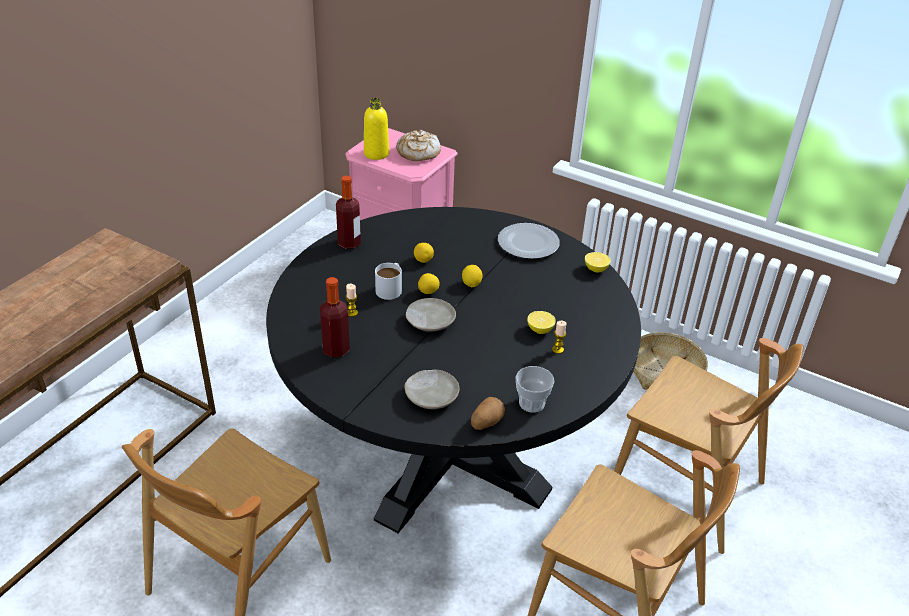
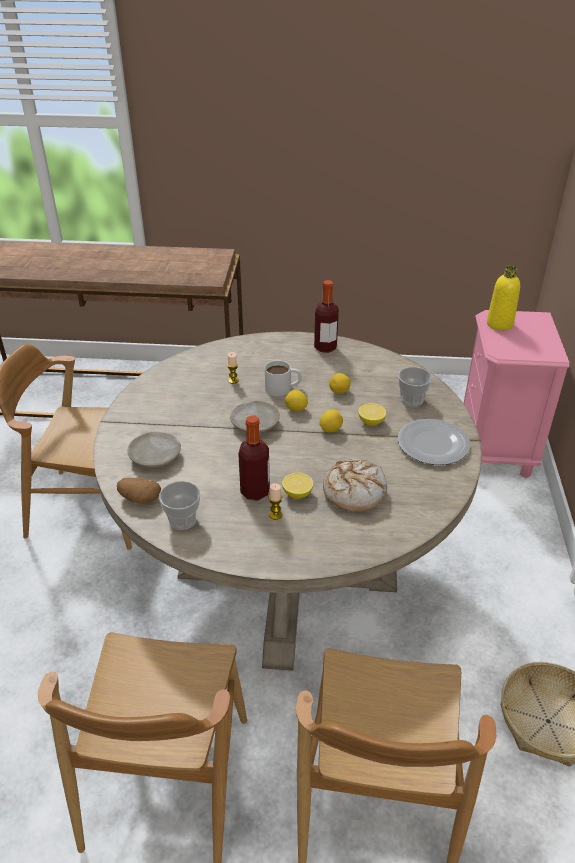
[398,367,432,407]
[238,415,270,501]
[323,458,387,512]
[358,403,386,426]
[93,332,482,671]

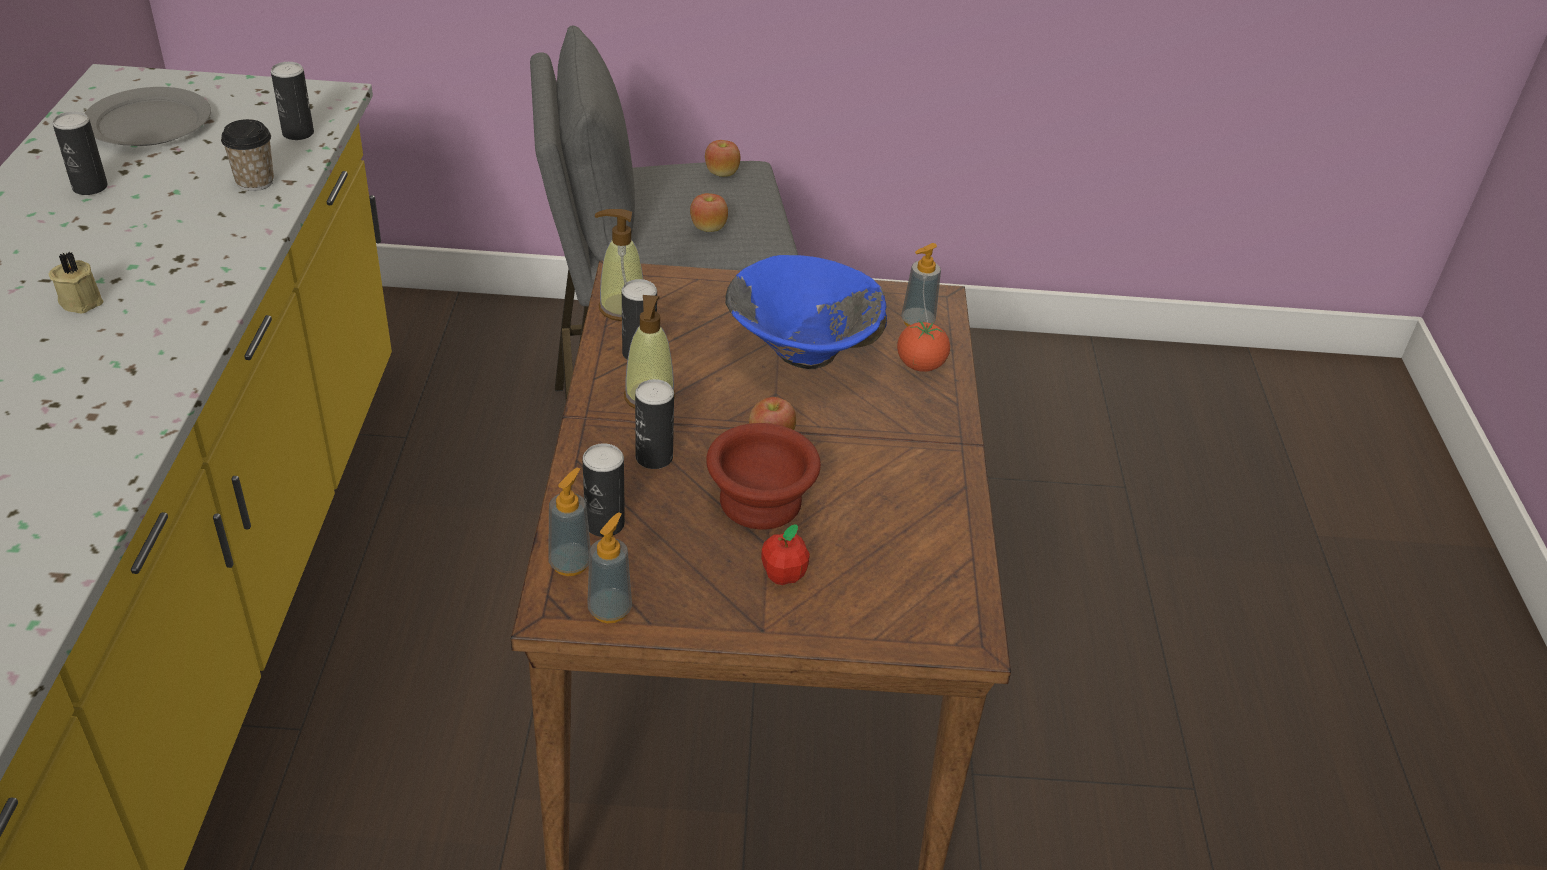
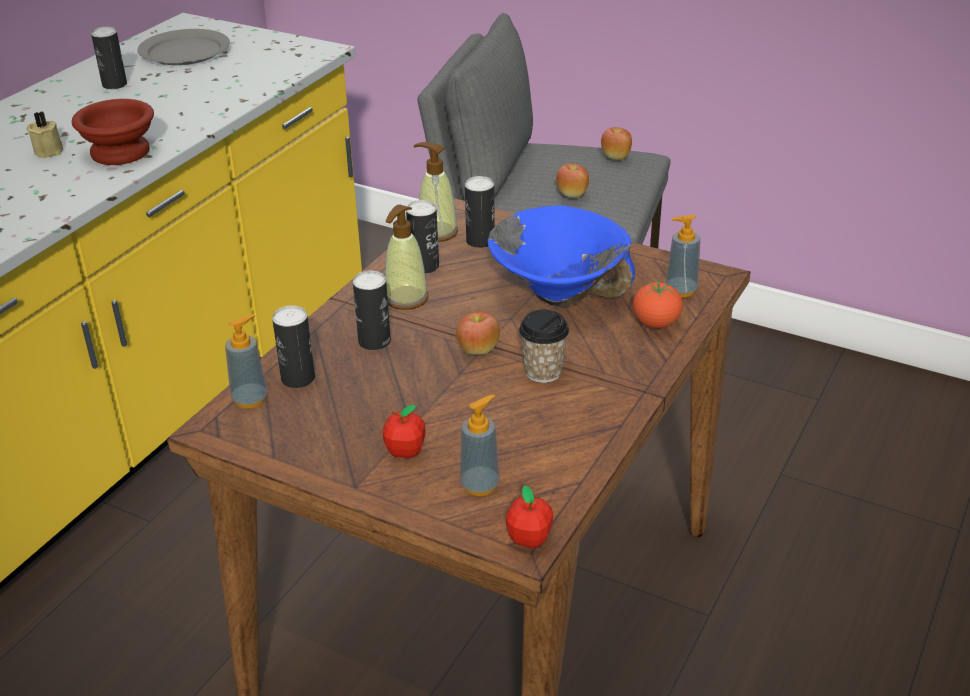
[506,486,553,548]
[519,310,569,383]
[465,176,495,248]
[460,394,500,496]
[72,99,154,165]

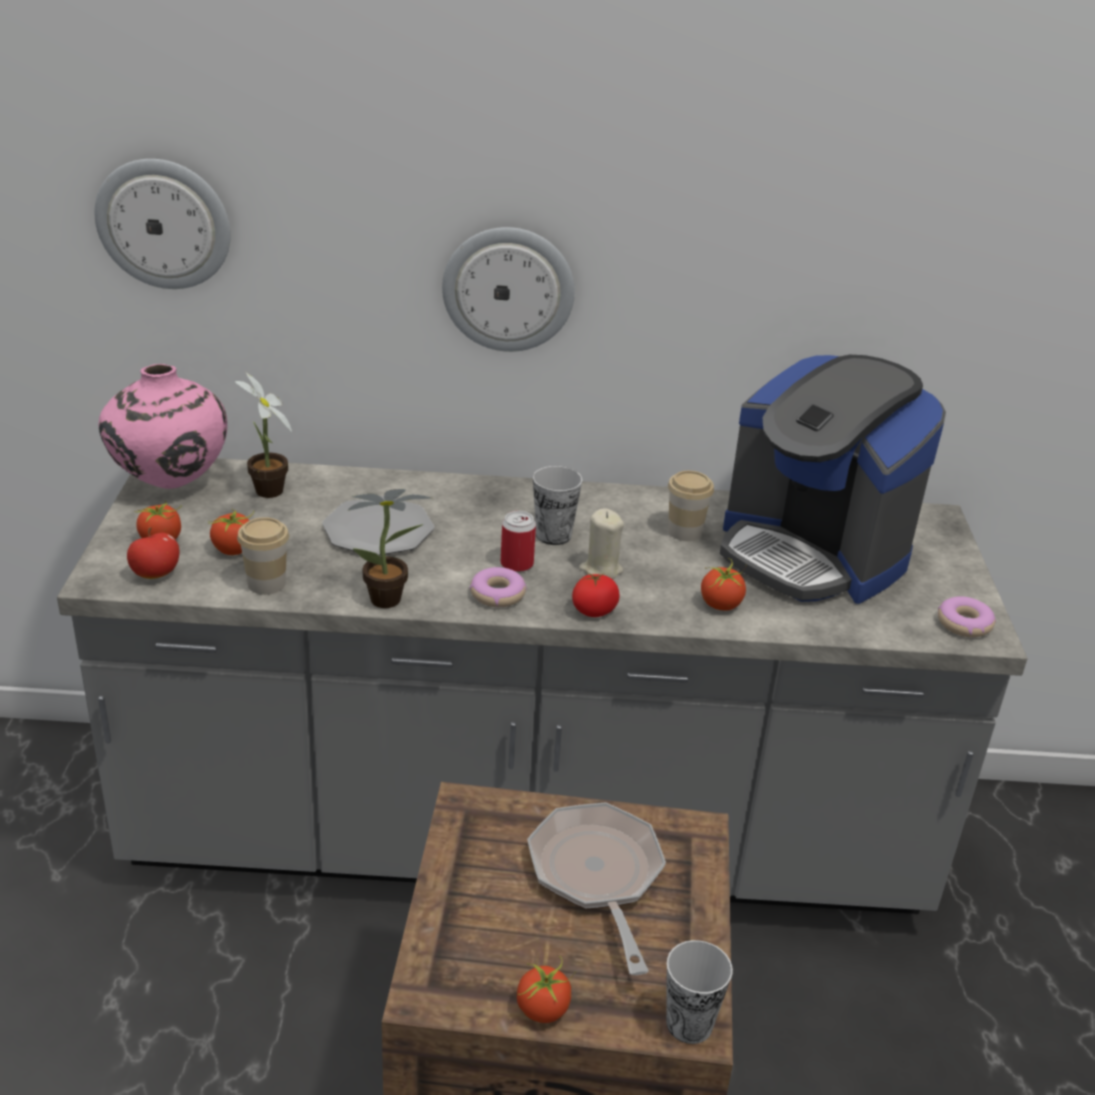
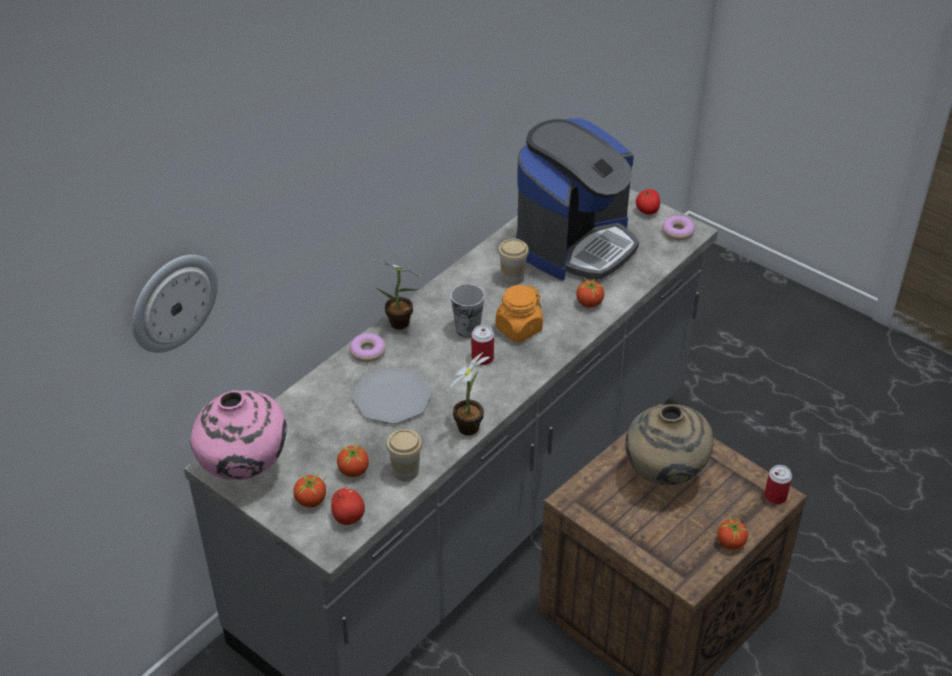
[442,227,575,352] (first image)
[373,259,422,330]
[349,333,386,362]
[636,189,660,215]
[625,404,714,485]
[496,285,543,342]
[764,465,792,504]
[516,118,639,280]

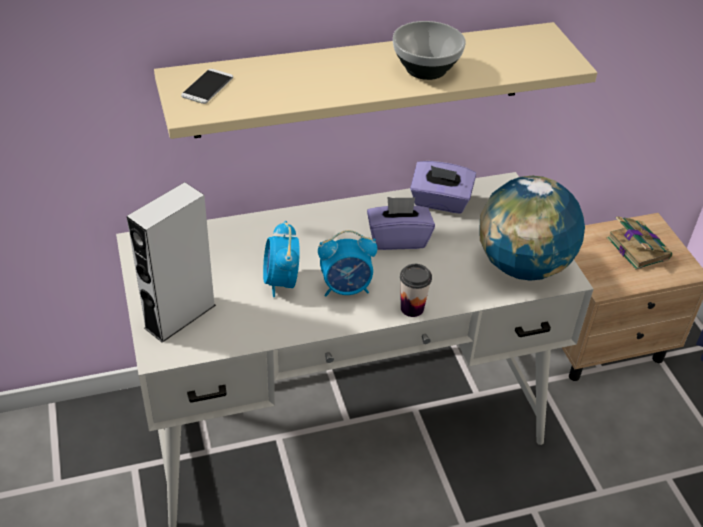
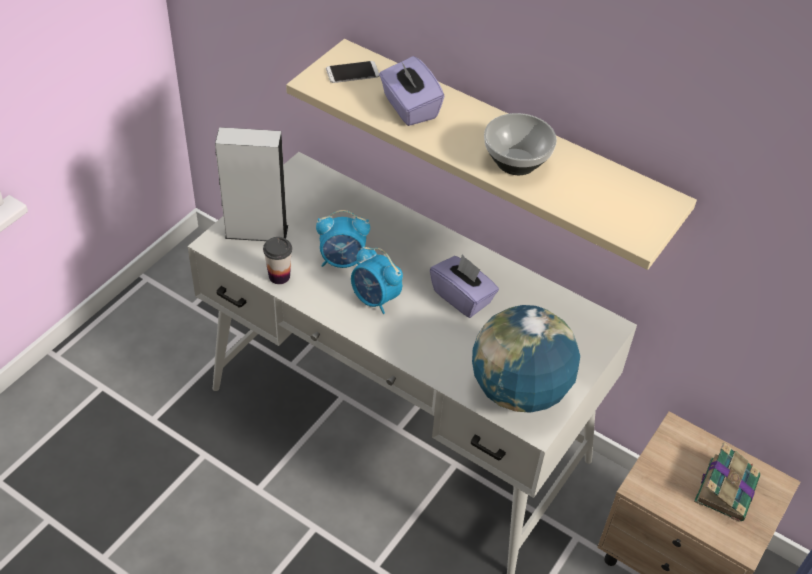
[263,237,292,284]
[379,56,445,126]
[316,210,370,268]

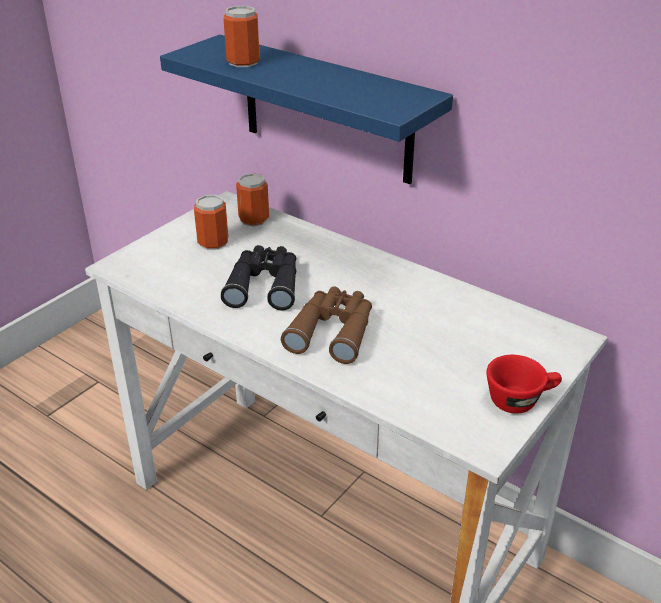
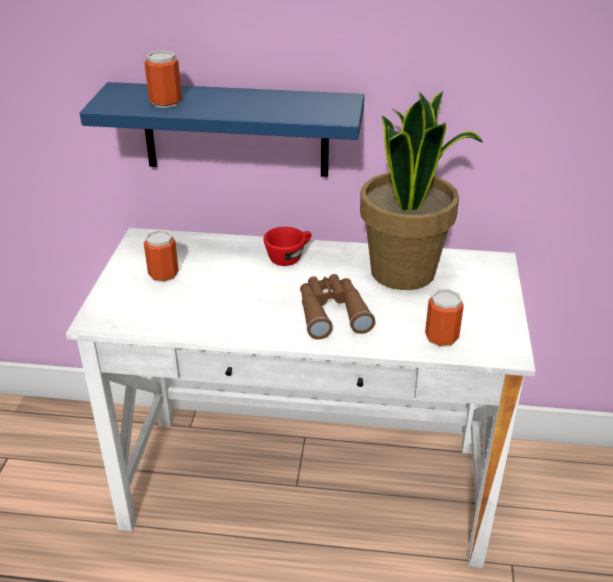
[221,245,296,311] (first image)
[360,92,483,290]
[425,289,464,347]
[263,227,312,266]

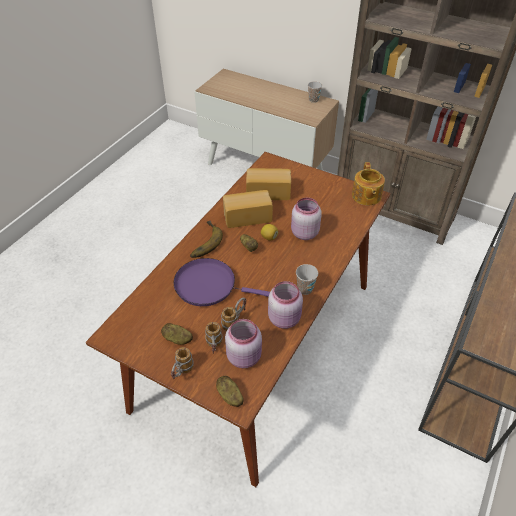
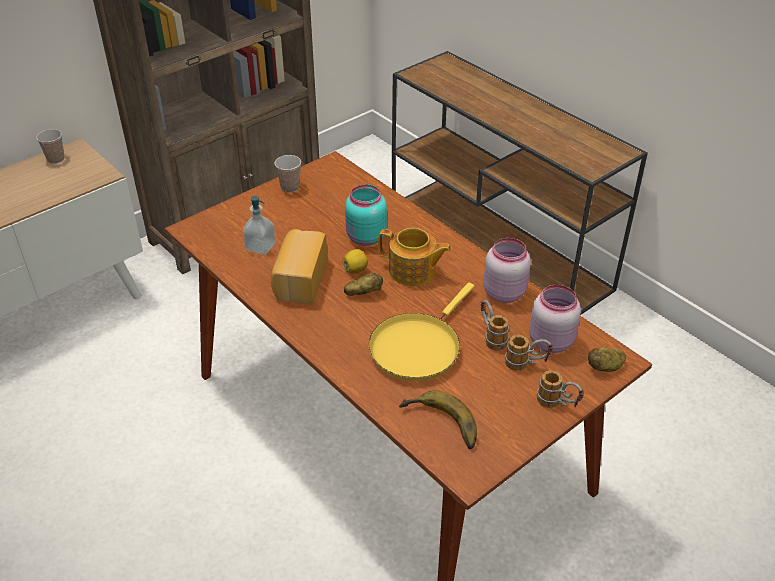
[161,323,193,345] (first image)
[399,390,477,449]
[275,155,301,193]
[378,228,452,286]
[243,196,275,255]
[369,283,475,381]
[345,184,387,246]

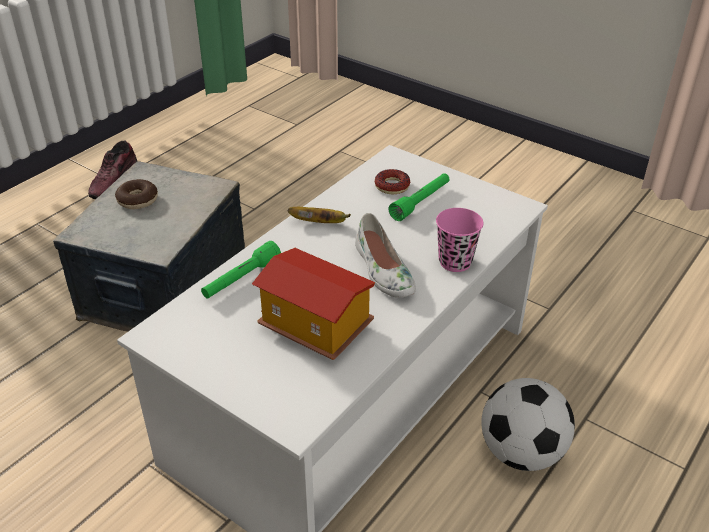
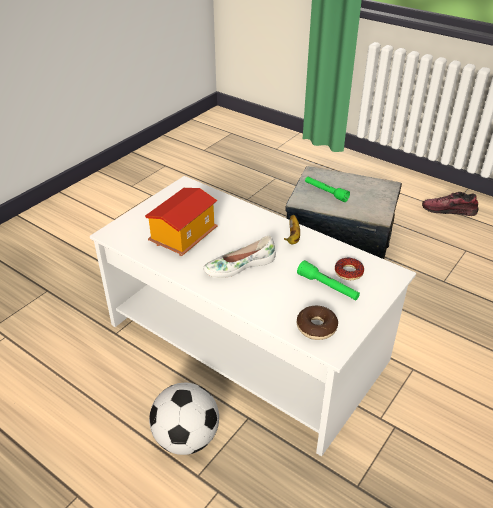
[436,208,483,272] (first image)
[297,306,338,340]
[305,176,350,202]

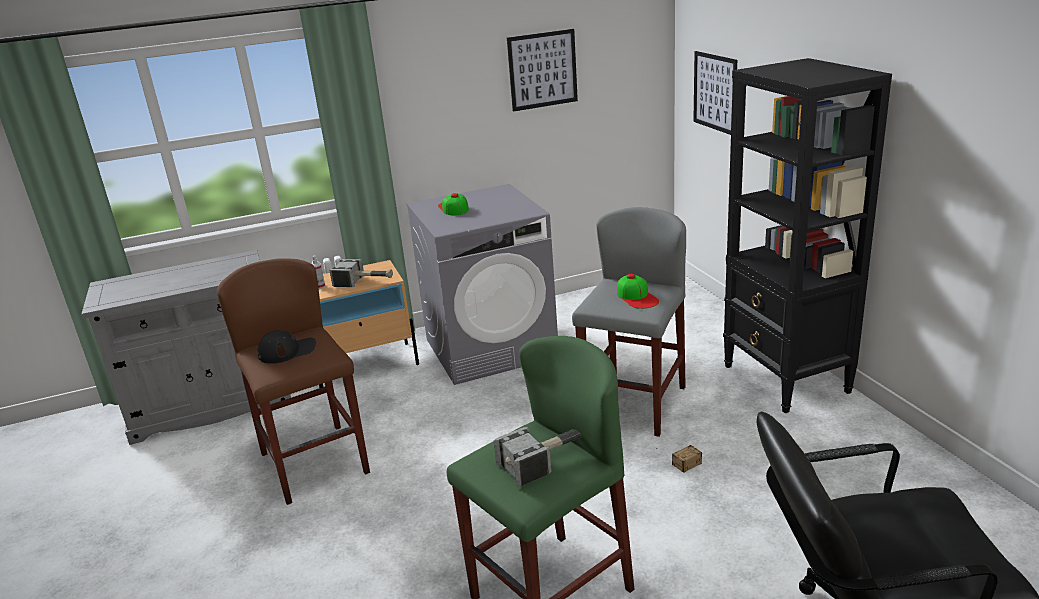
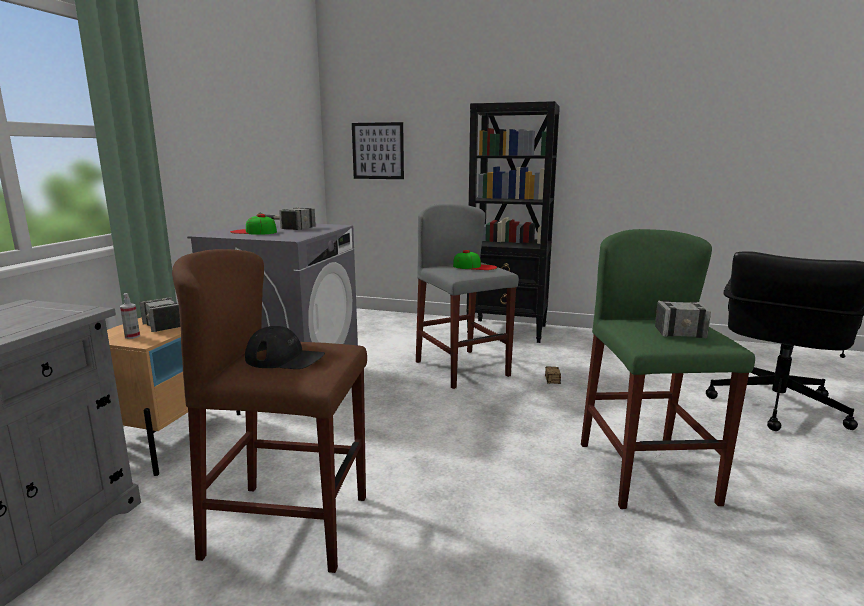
[507,29,578,112] (first image)
[256,208,316,230]
[245,326,325,369]

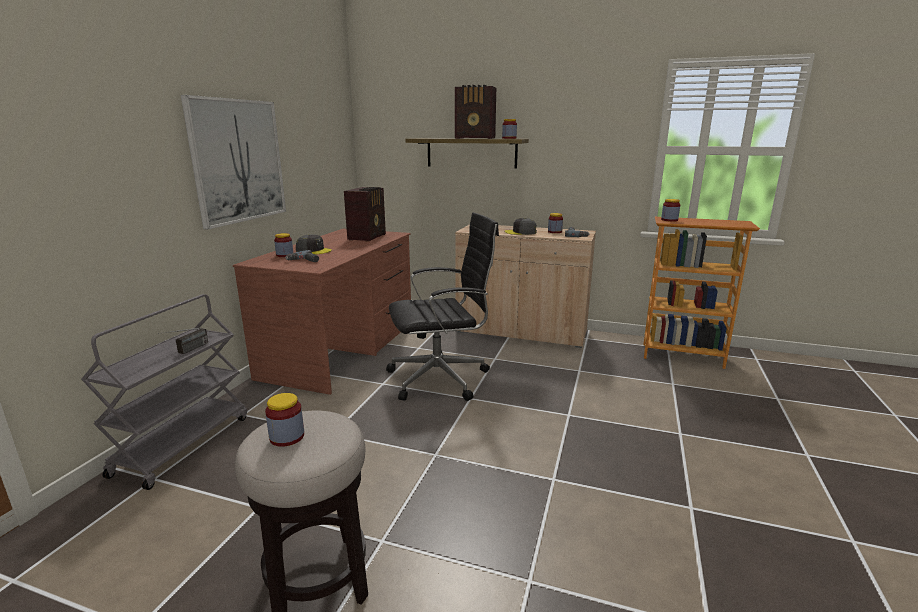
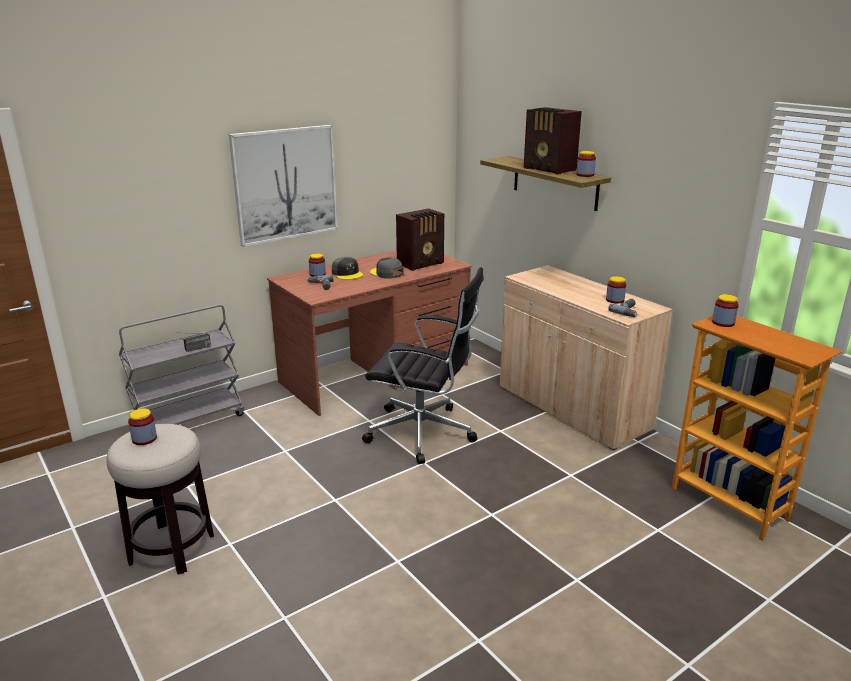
[370,257,404,279]

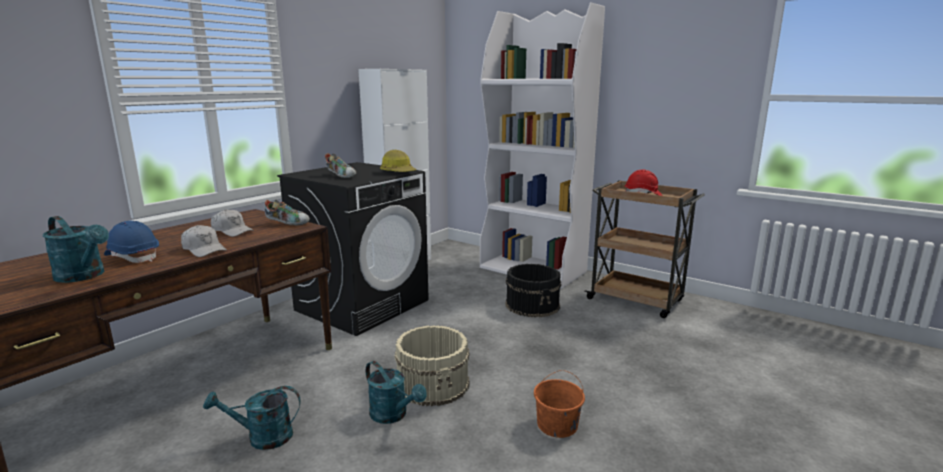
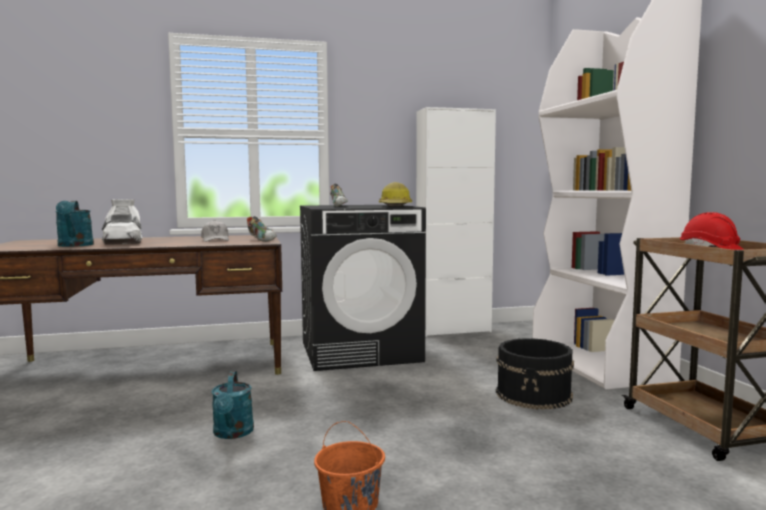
[181,225,227,257] (first image)
[203,386,300,450] (first image)
[394,325,470,406] (first image)
[101,199,142,245]

